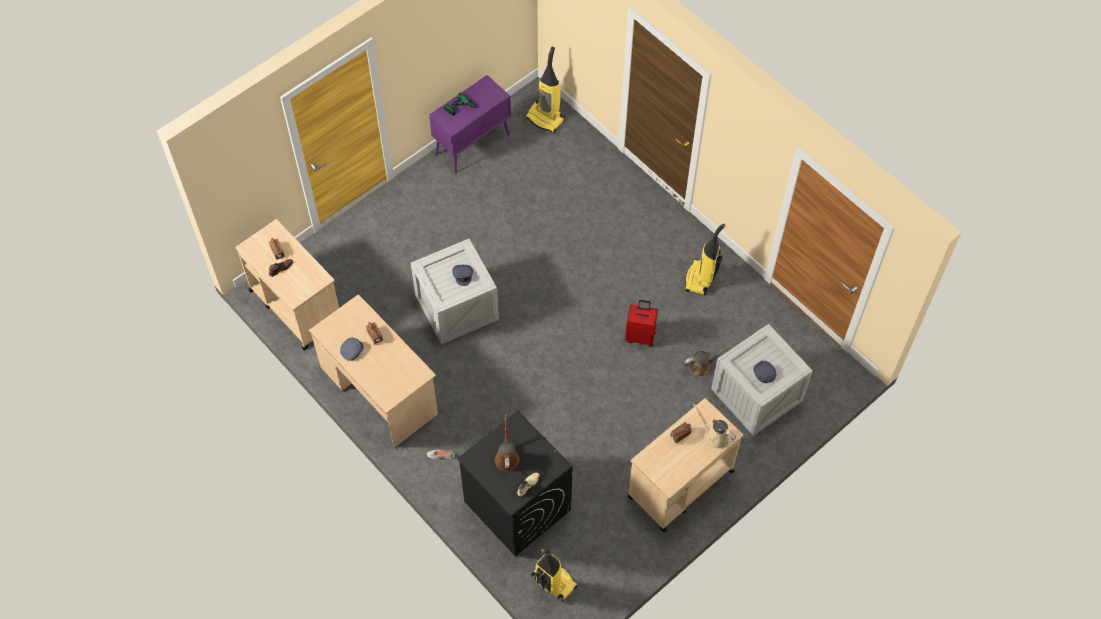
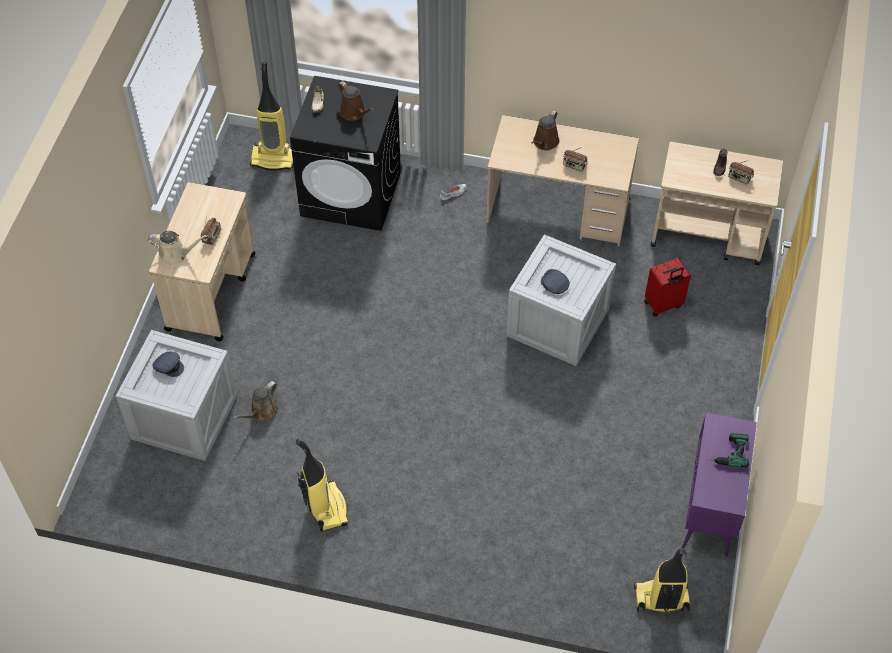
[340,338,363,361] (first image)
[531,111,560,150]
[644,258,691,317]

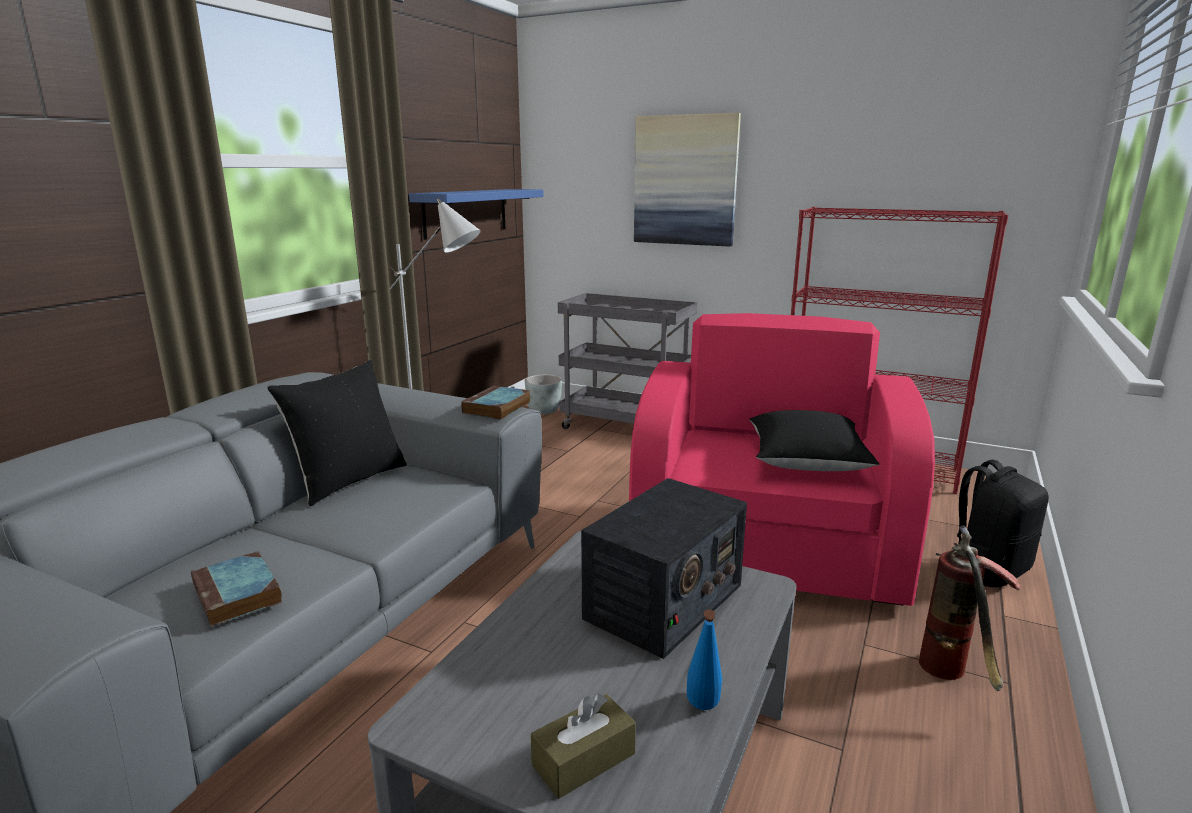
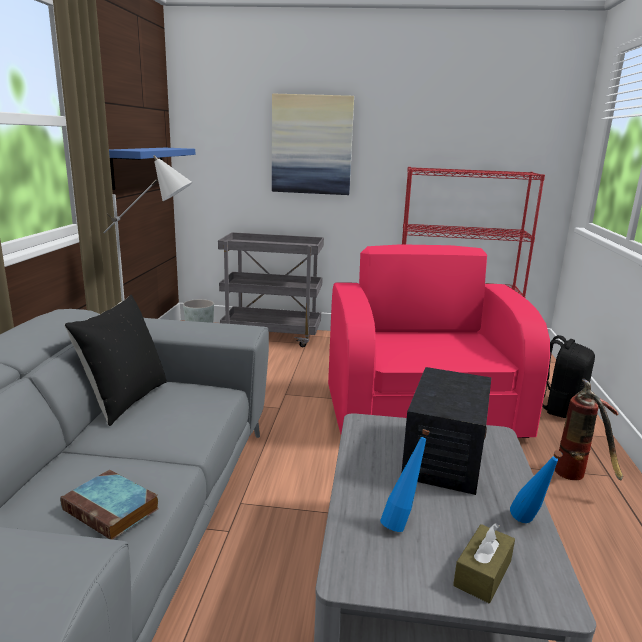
[461,386,530,420] (first image)
[749,410,880,471] (first image)
[380,429,430,532]

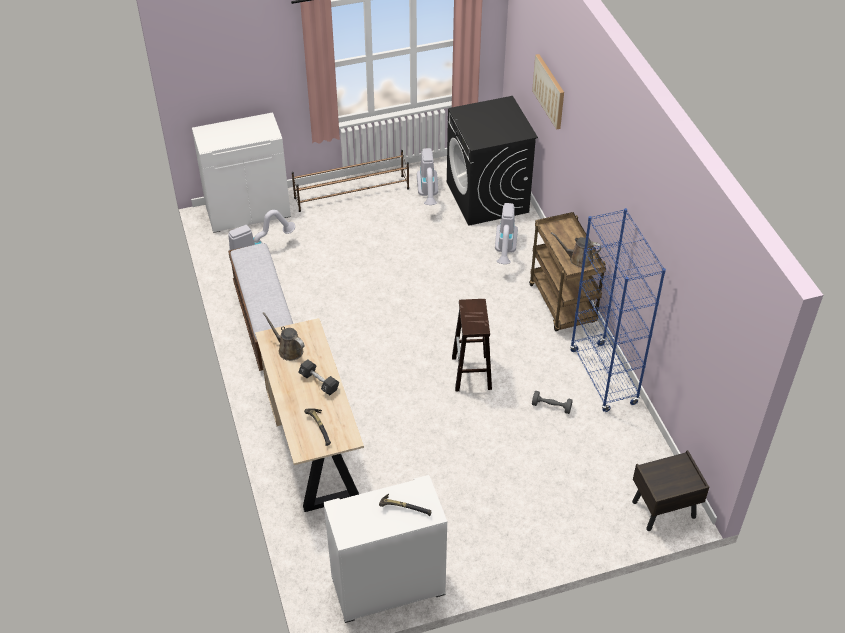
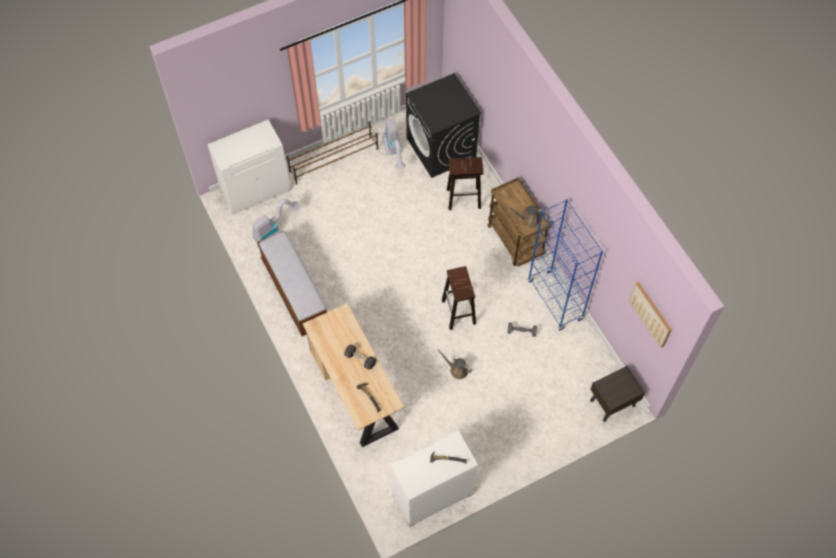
[438,350,472,379]
[629,282,672,348]
[447,157,484,210]

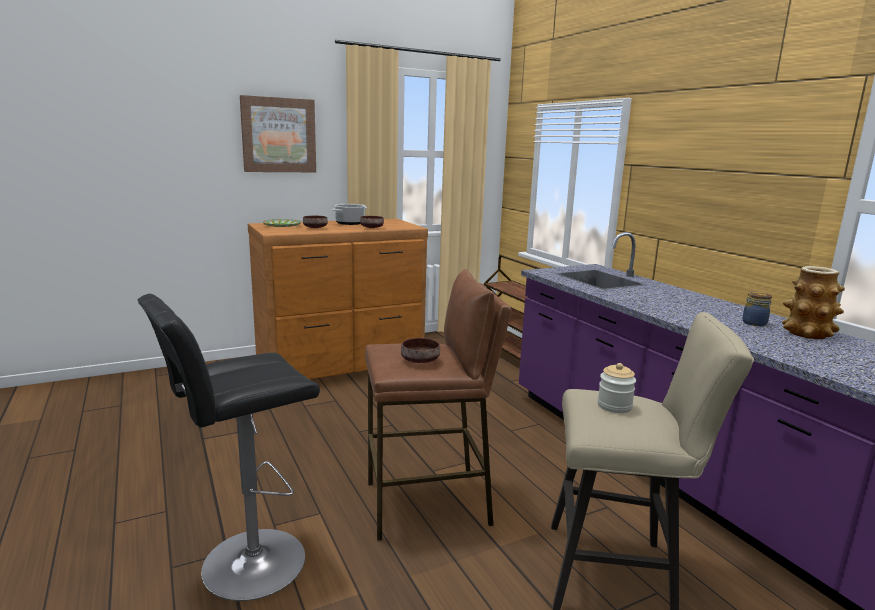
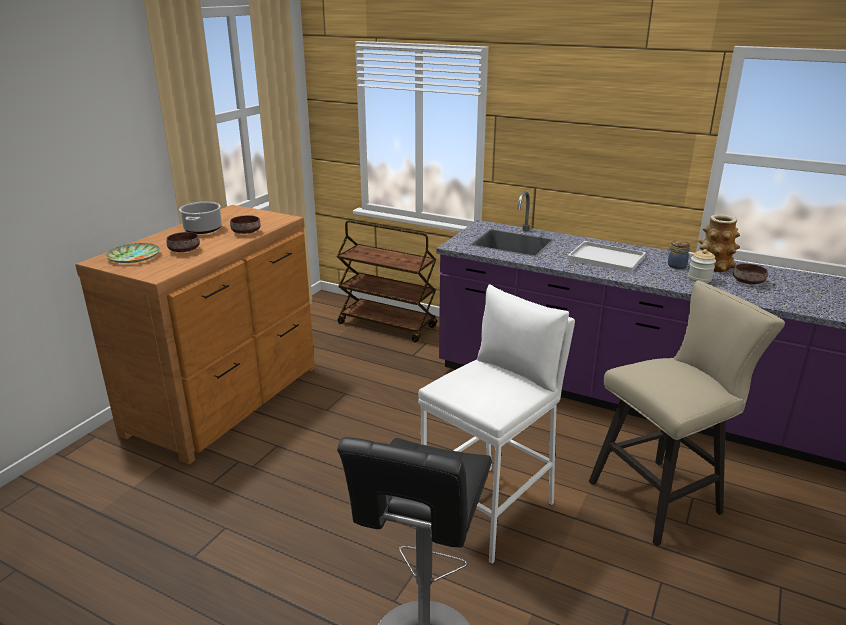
[240,95,316,172] (first image)
[567,241,646,273]
[733,264,768,284]
[688,249,716,283]
[418,285,575,564]

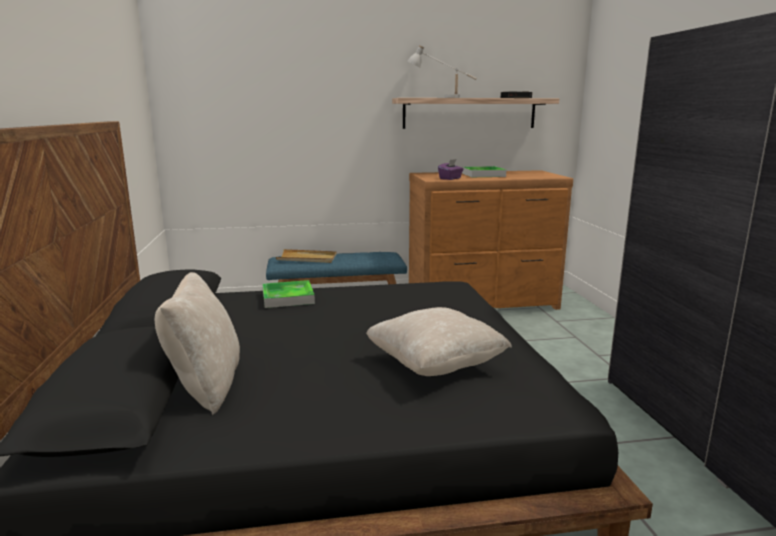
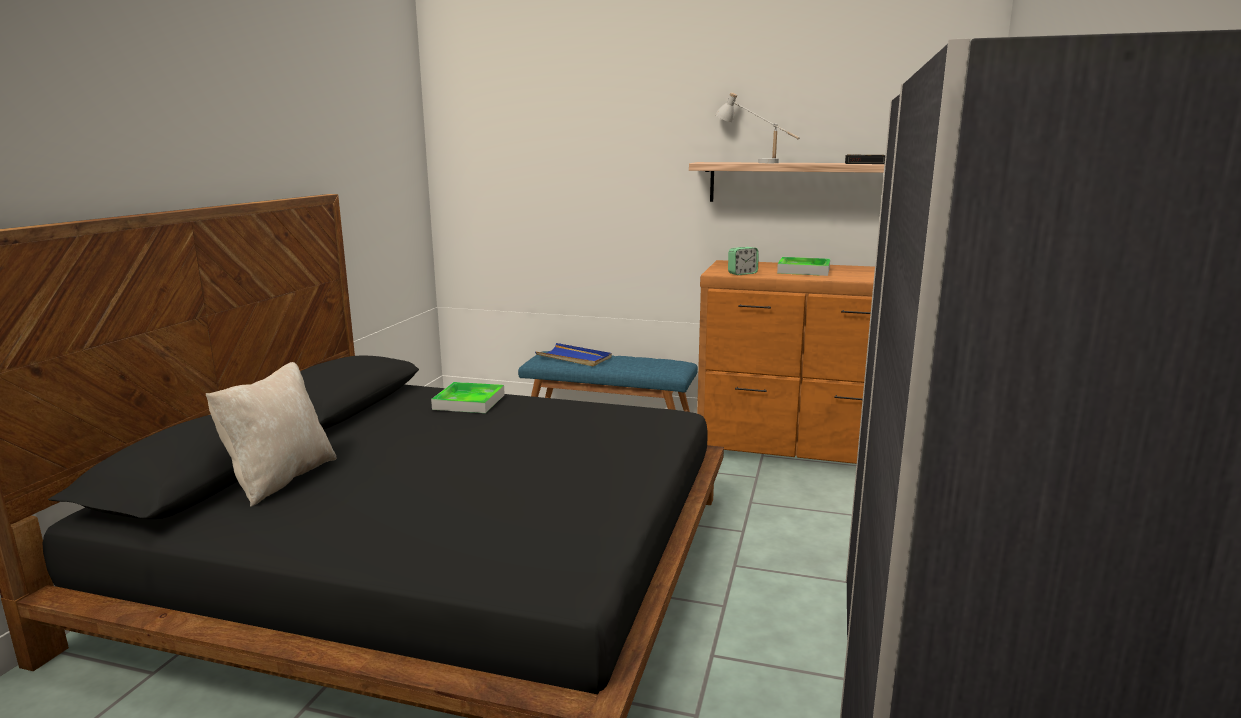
[366,307,512,376] (first image)
[728,247,759,275]
[535,343,612,366]

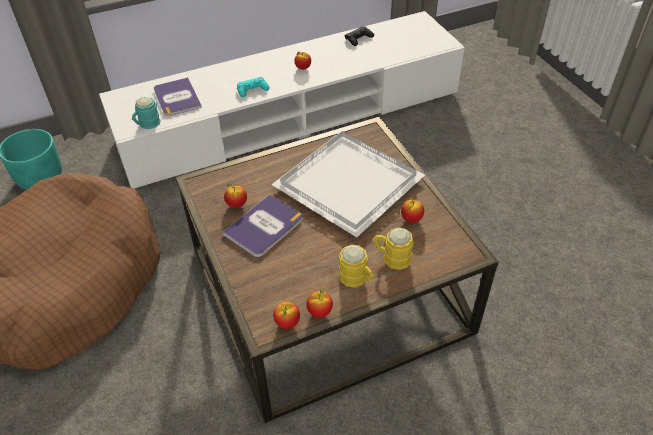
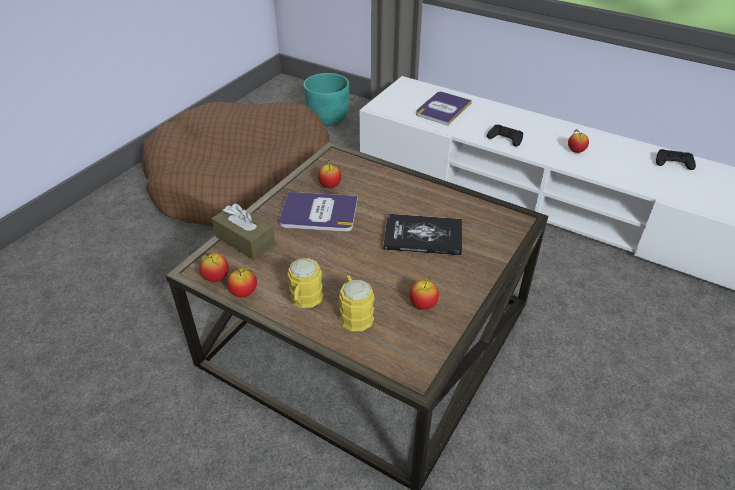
[132,97,161,129] (first image)
[212,203,275,260]
[383,214,462,255]
[487,125,523,147]

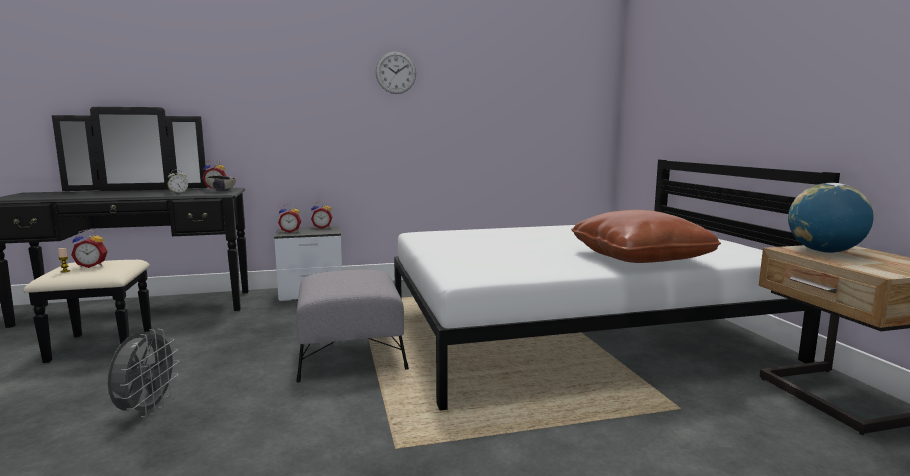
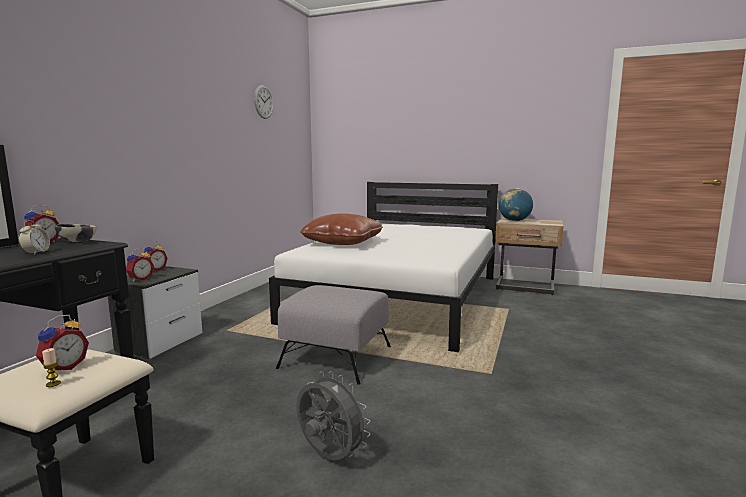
[254,85,273,119]
[300,213,383,245]

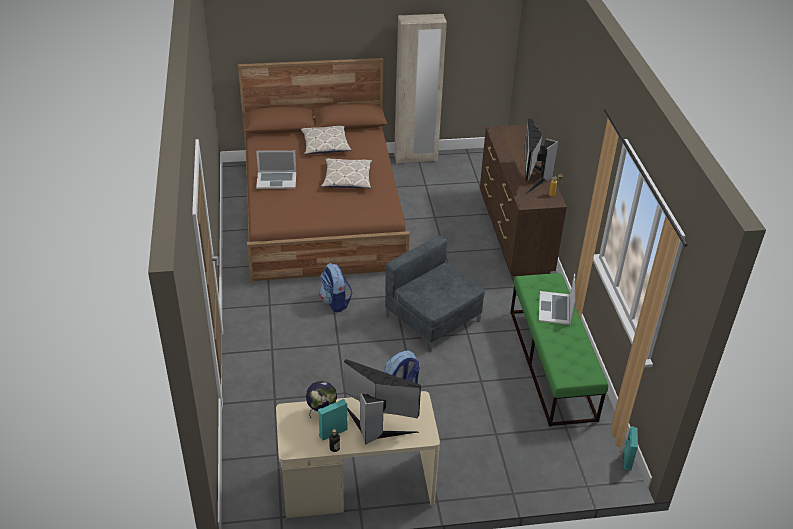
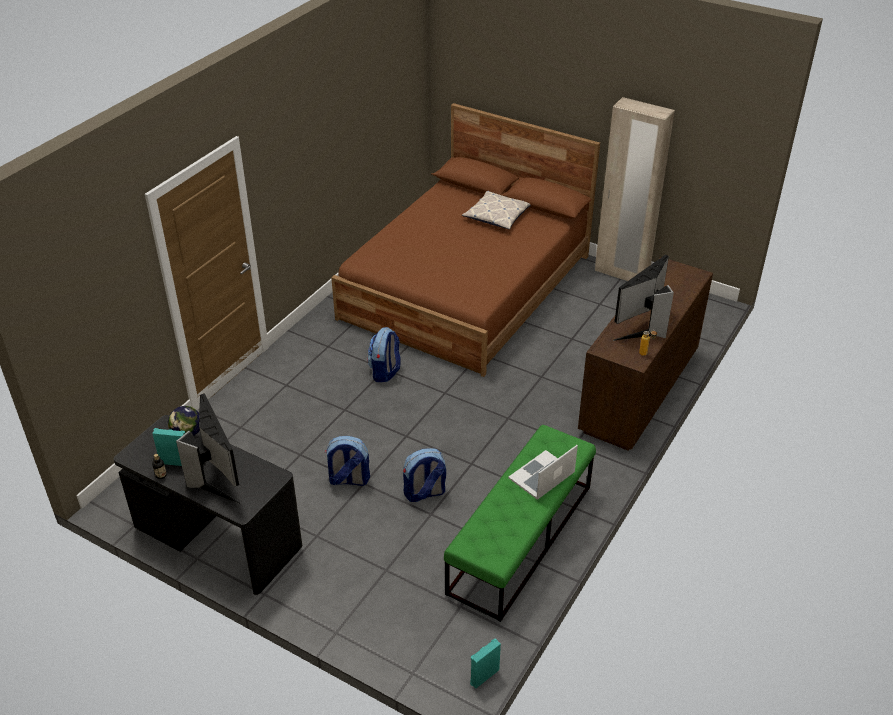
[256,151,296,189] (first image)
[321,158,372,188] (first image)
[385,236,485,352] (first image)
[403,448,446,502]
[114,415,302,595]

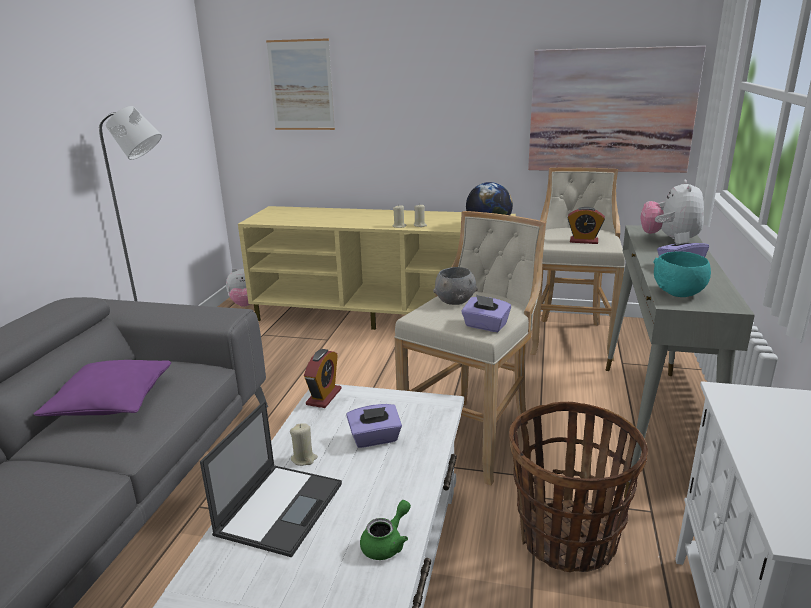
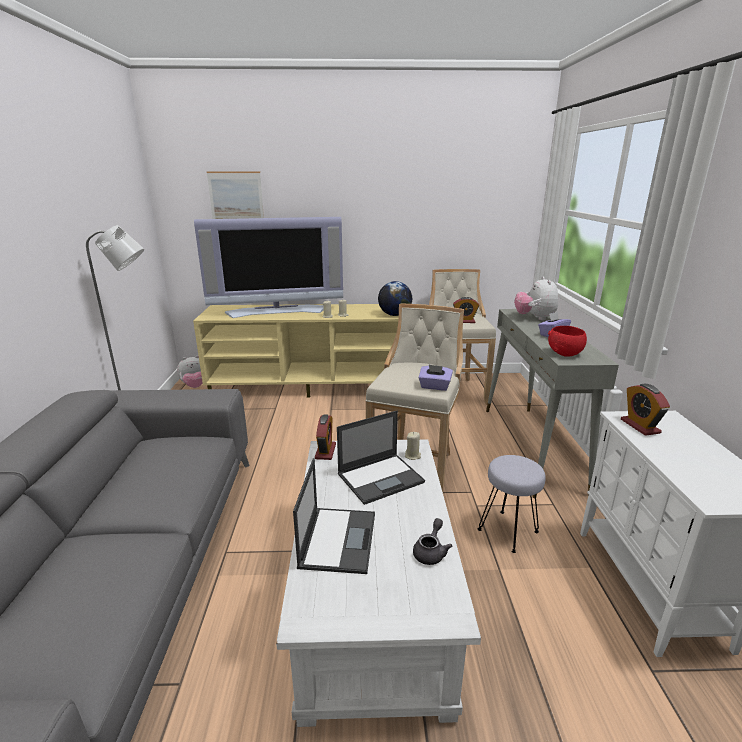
[34,360,171,416] (first image)
[433,267,478,305] (first image)
[528,46,706,173] (first image)
[194,217,343,318]
[621,384,670,436]
[405,432,421,460]
[337,411,425,505]
[478,455,546,553]
[413,518,452,565]
[548,326,587,357]

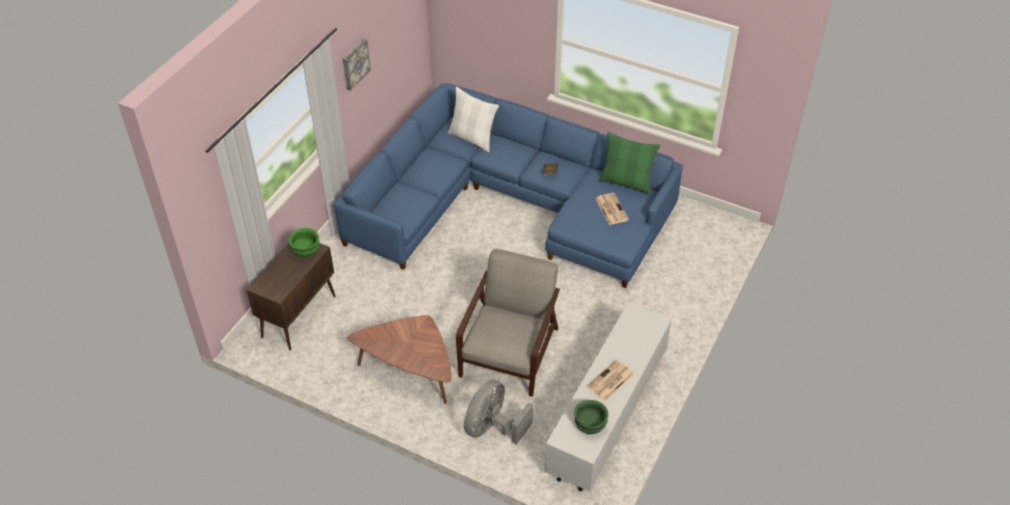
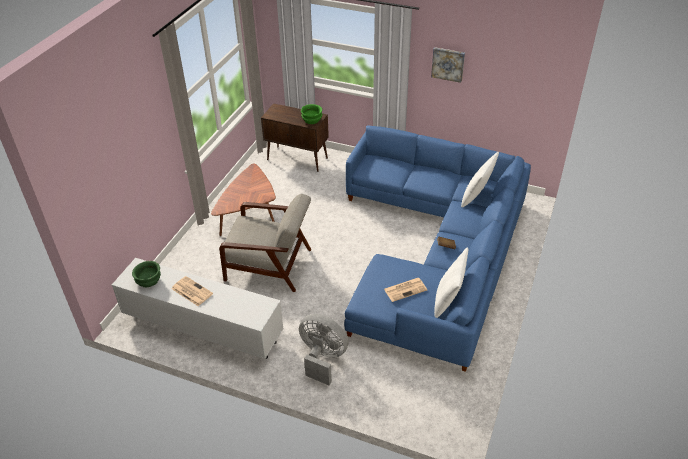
[299,314,349,385]
[434,248,468,318]

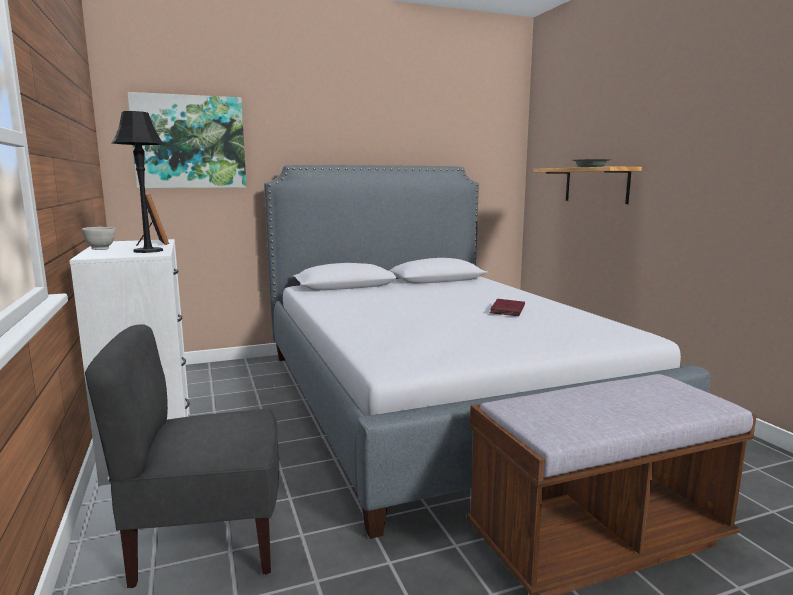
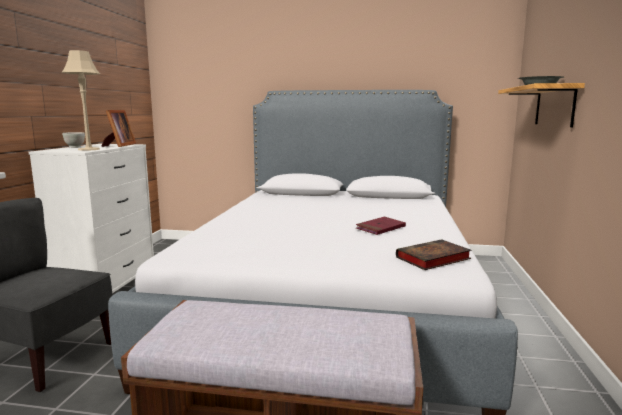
[127,92,246,188] (first image)
[396,239,472,270]
[61,50,100,151]

